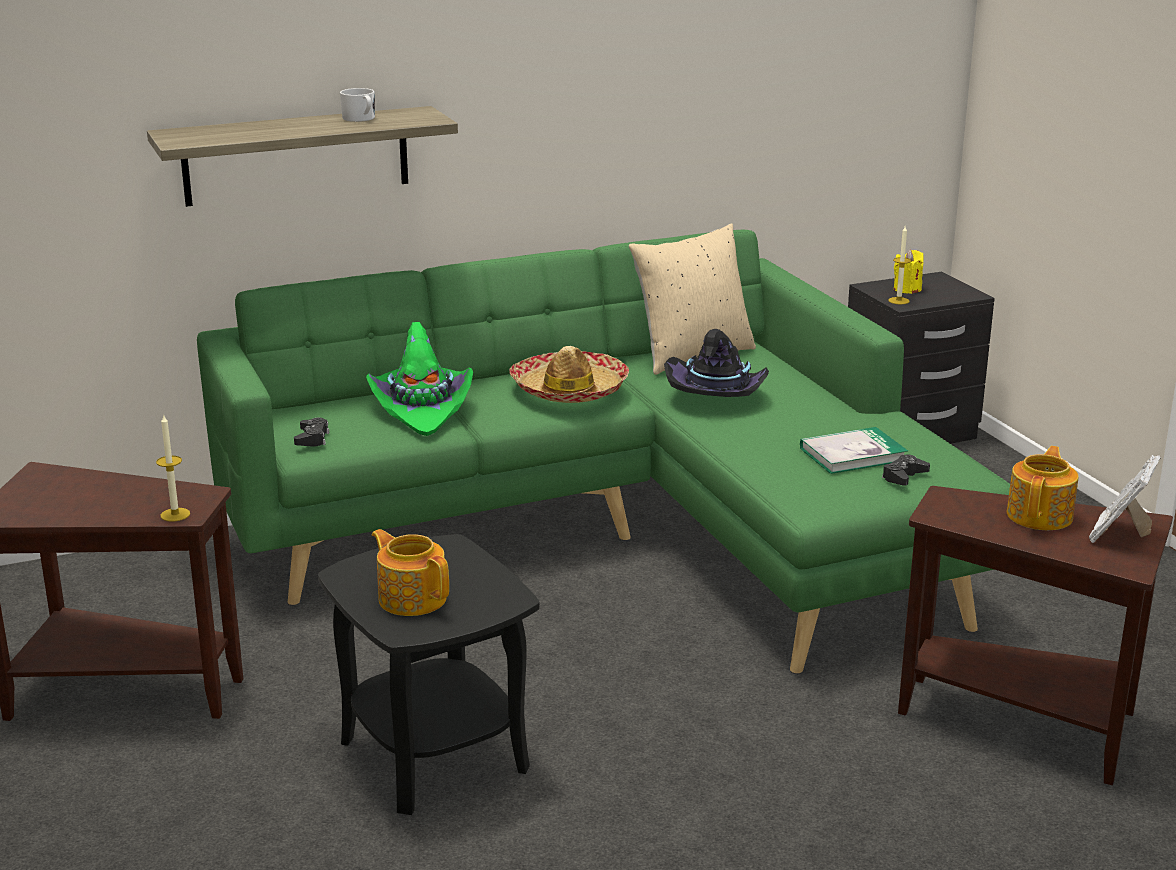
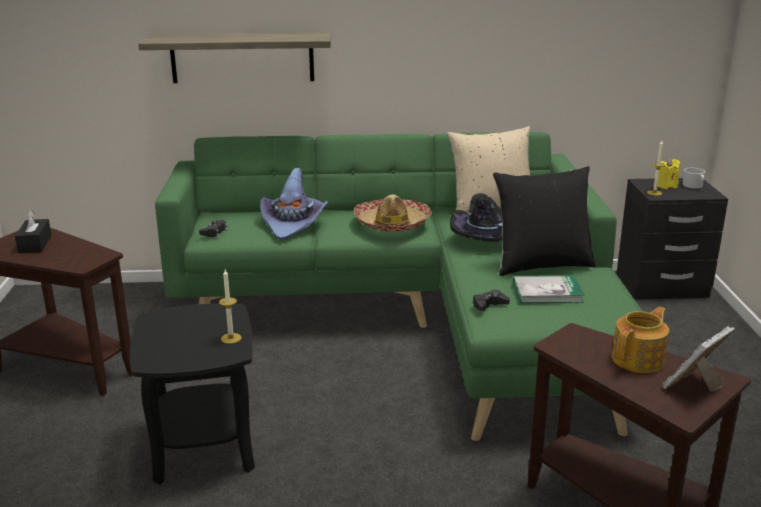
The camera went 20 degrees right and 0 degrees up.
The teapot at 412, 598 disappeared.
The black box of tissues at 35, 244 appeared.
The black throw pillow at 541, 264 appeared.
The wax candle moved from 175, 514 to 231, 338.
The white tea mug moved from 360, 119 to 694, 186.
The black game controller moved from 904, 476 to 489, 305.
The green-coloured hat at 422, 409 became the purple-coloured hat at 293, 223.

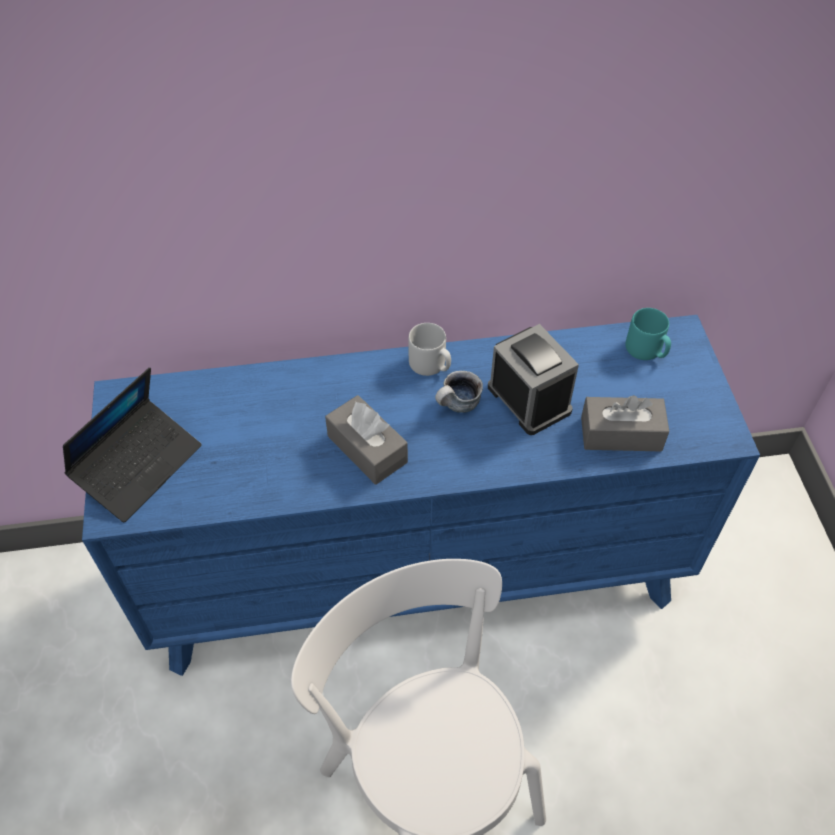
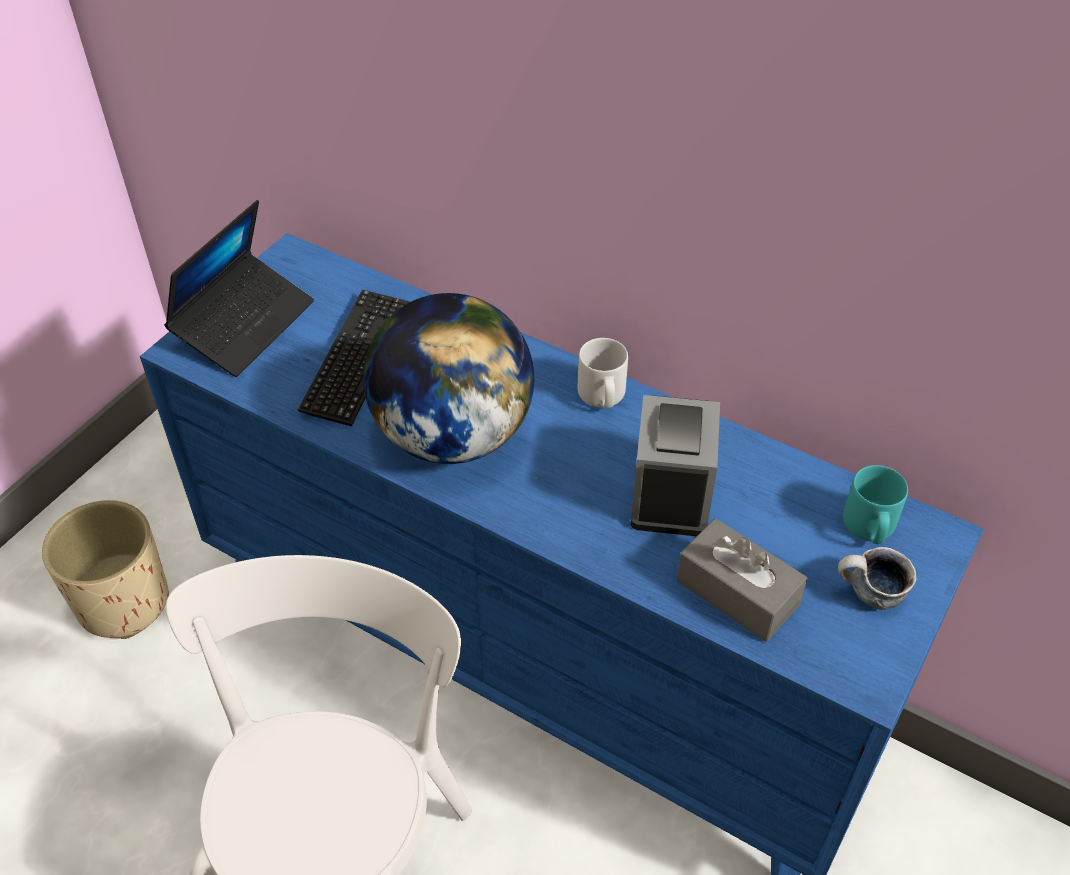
The camera went 40 degrees right and 5 degrees down.
The sand-coloured flower pot at 122, 603 appeared.
The computer keyboard at 357, 358 appeared.
The tea mug moved from 457, 407 to 868, 596.
The gray box of tissues at 367, 449 was replaced by the world globe at 453, 435.
The portable computer at 139, 466 turned 45 degrees counterclockwise.

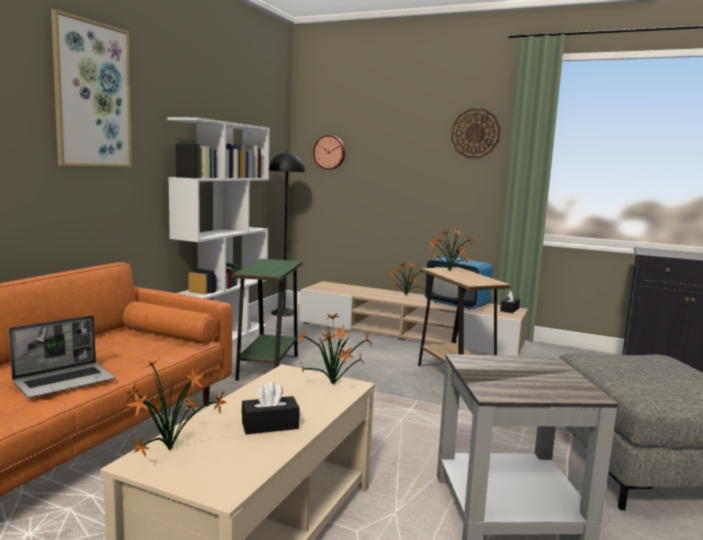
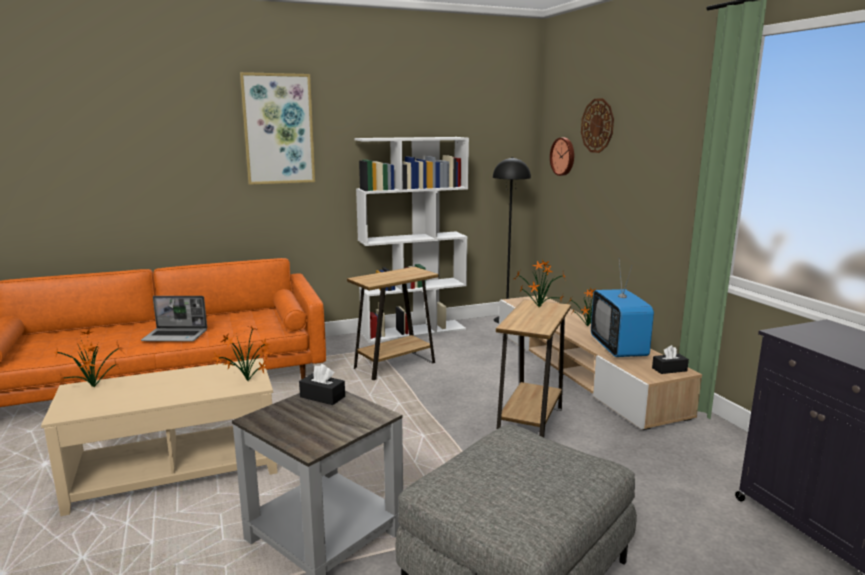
The camera went 45 degrees right and 5 degrees up.
The black box of tissues moved from 270, 425 to 322, 397.
The hanging clock moved from 475, 133 to 597, 125.
The green-coloured side table at 268, 368 became the brown side table at 395, 366.

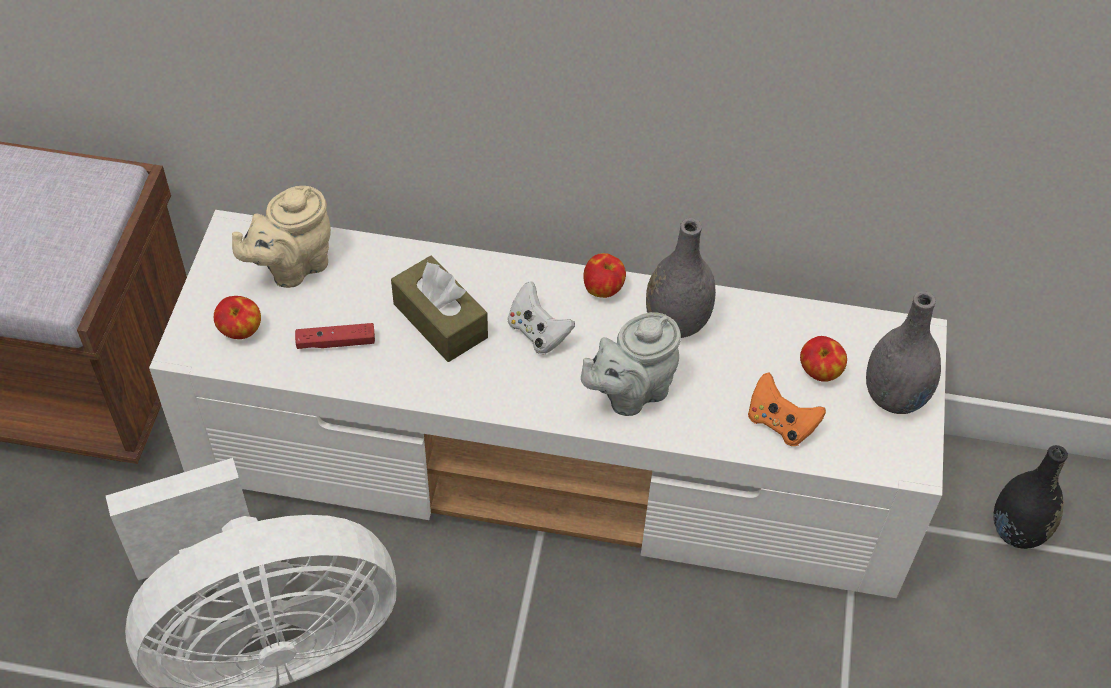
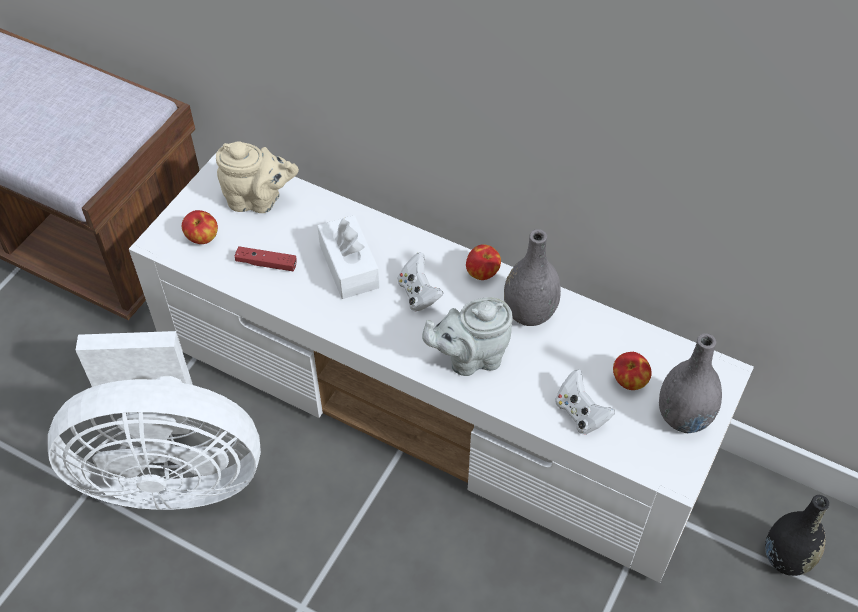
The camera went 20 degrees right and 0 degrees up.
The brown box of tissues at 440, 320 became the white box of tissues at 349, 266.
The orange game controller at 780, 423 became the white game controller at 580, 413.
The sand-coloured teapot at 292, 266 turned 150 degrees counterclockwise.

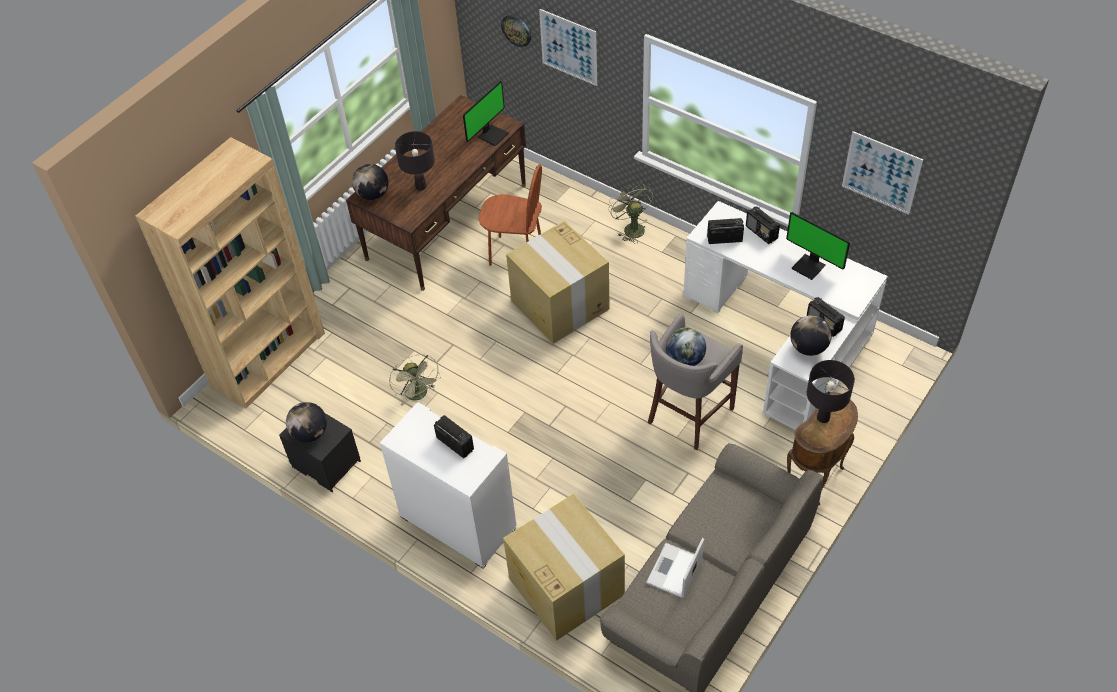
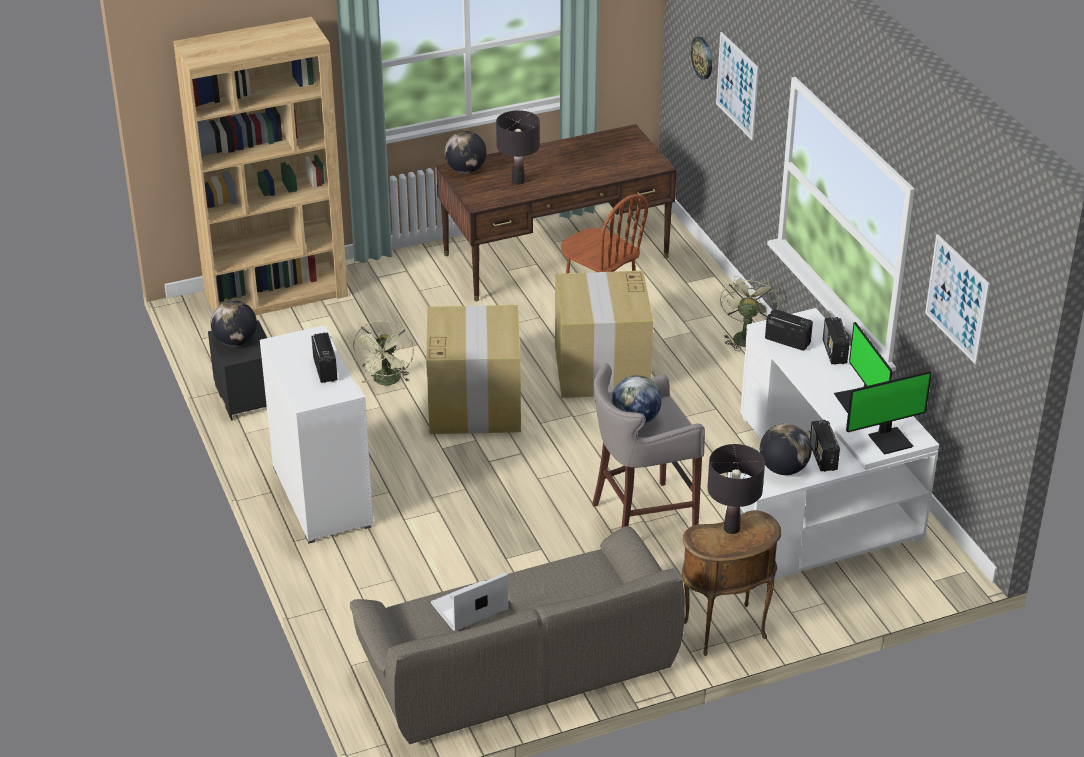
The camera went 30 degrees right and 15 degrees down.
The computer screen moved from 492, 135 to 889, 440.
The carton moved from 565, 585 to 474, 404.

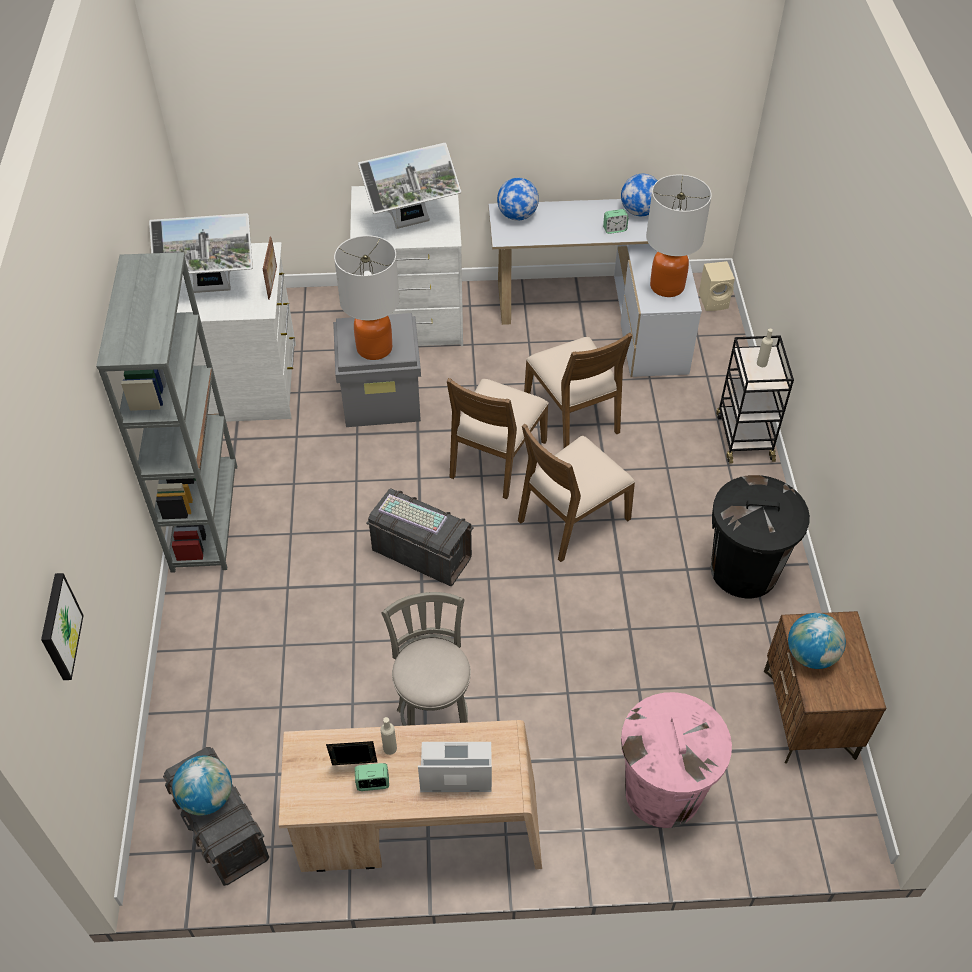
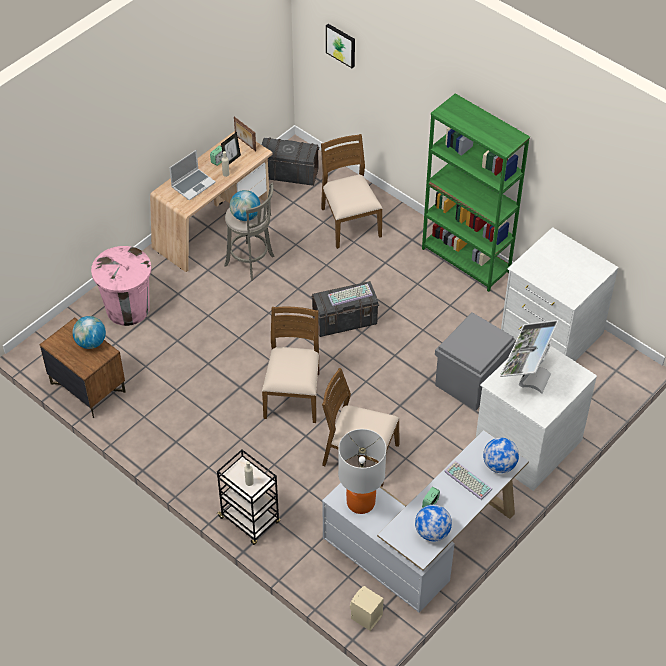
The camera went 135 degrees right and 0 degrees up.
The computer screen at 212, 290 disappeared.
The tabletop lamp at 374, 348 disappeared.
The black waste bin at 744, 571 disappeared.
The computer keyboard at 467, 480 appeared.
The world globe moved from 207, 797 to 245, 216.
The standing frame moved from 273, 283 to 245, 143.
The brown upright chair moved from 496, 458 to 349, 222.
The gray bookshelf at 205, 517 became the green-coloured bookshelf at 466, 260.

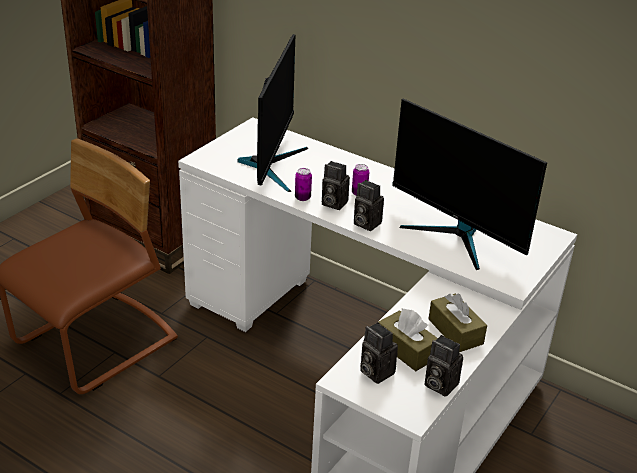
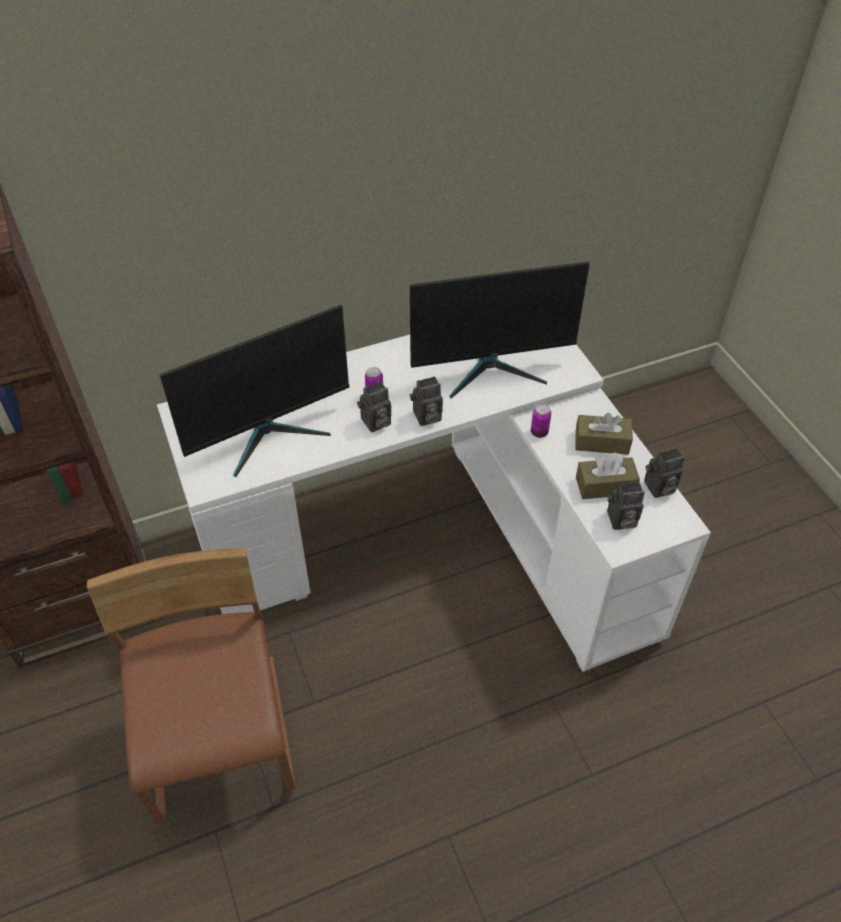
The camera went 55 degrees left and 15 degrees up.
The can moved from 302, 198 to 539, 432.
The computer screen at 272, 165 turned 105 degrees clockwise.

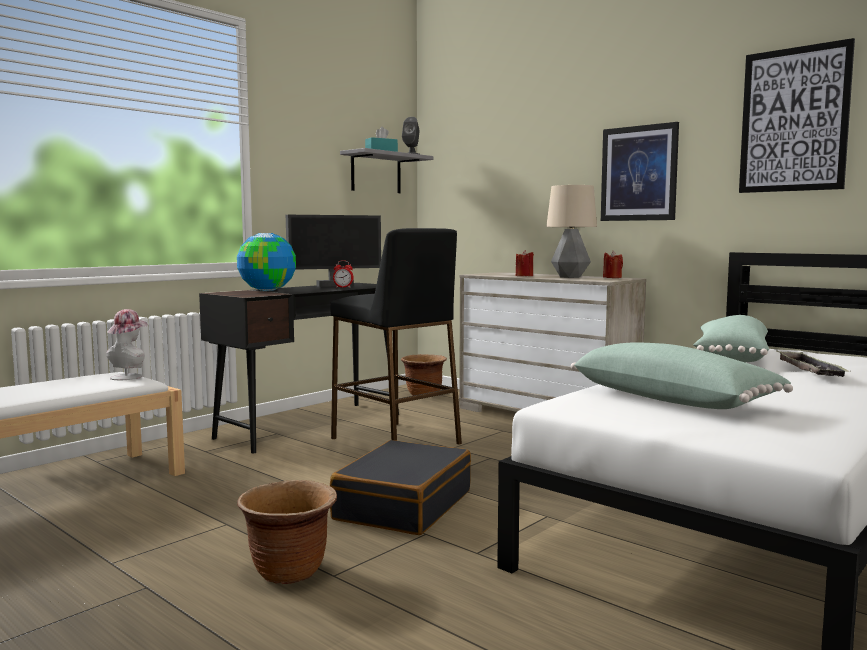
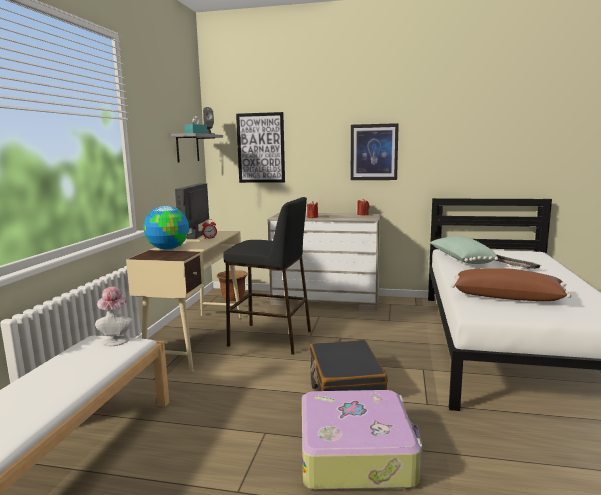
The camera went 30 degrees left and 5 degrees up.
The tabletop lamp at 570, 277 disappeared.
The wall art moved from 794, 120 to 261, 148.
The brown flower pot at 290, 571 was replaced by the travel case at 357, 452.
The black desk unit at 312, 425 became the sand-coloured desk unit at 198, 339.
The green-coloured throw pillow at 673, 400 became the brown throw pillow at 507, 297.
The computer screen at 334, 285 turned 150 degrees clockwise.

